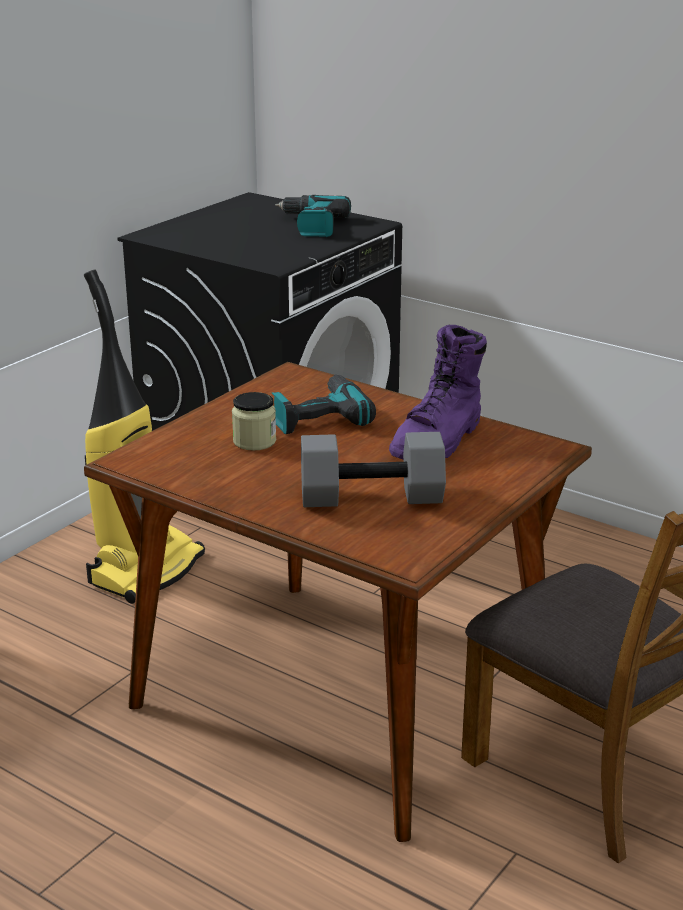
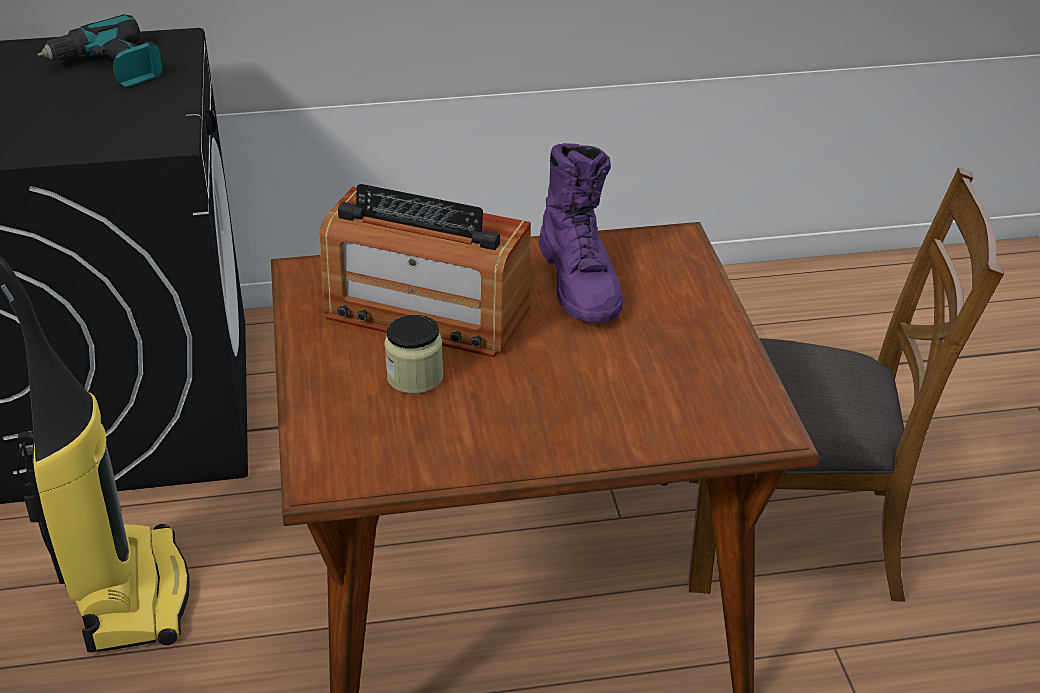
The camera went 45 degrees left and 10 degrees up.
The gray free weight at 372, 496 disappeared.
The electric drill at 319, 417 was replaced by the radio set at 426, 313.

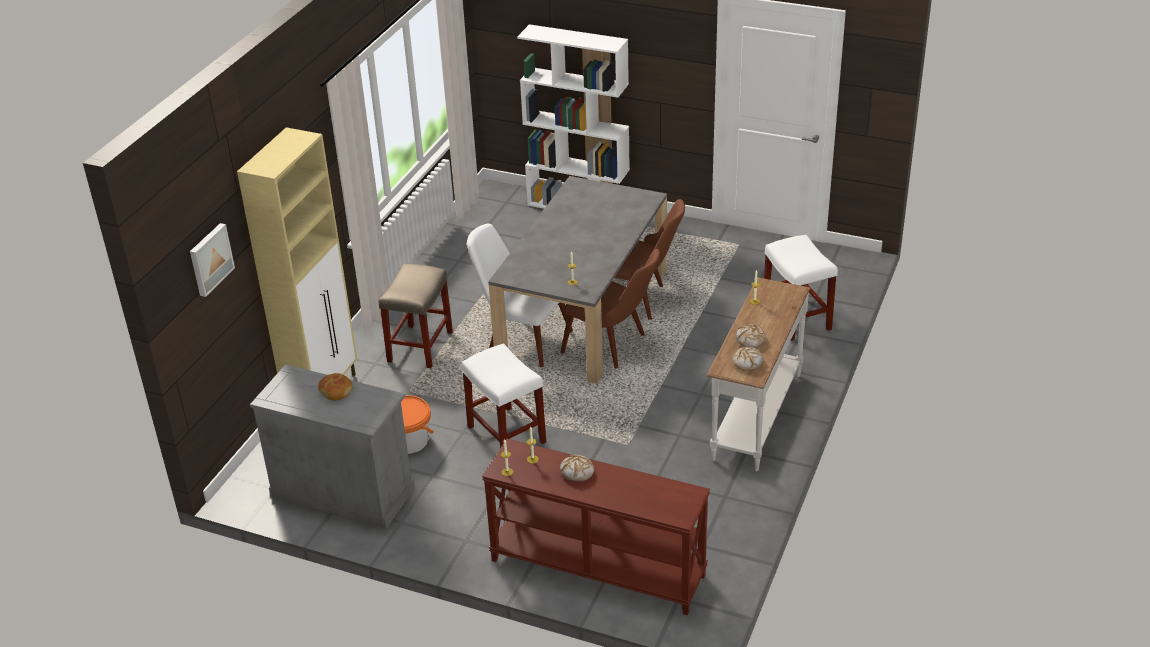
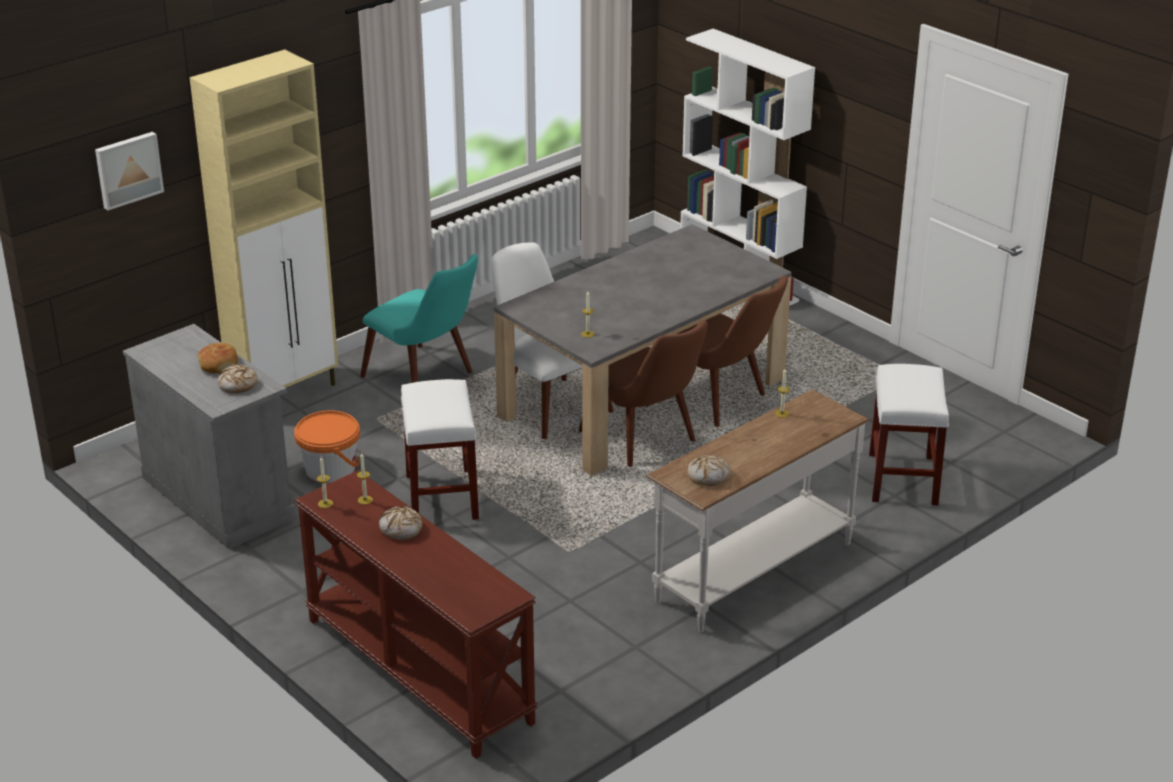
The camera went 25 degrees right and 5 degrees down.
The baked bread moved from 750, 340 to 238, 385.
The sand-coloured stool seat at 420, 347 was replaced by the turquoise upright chair at 427, 378.

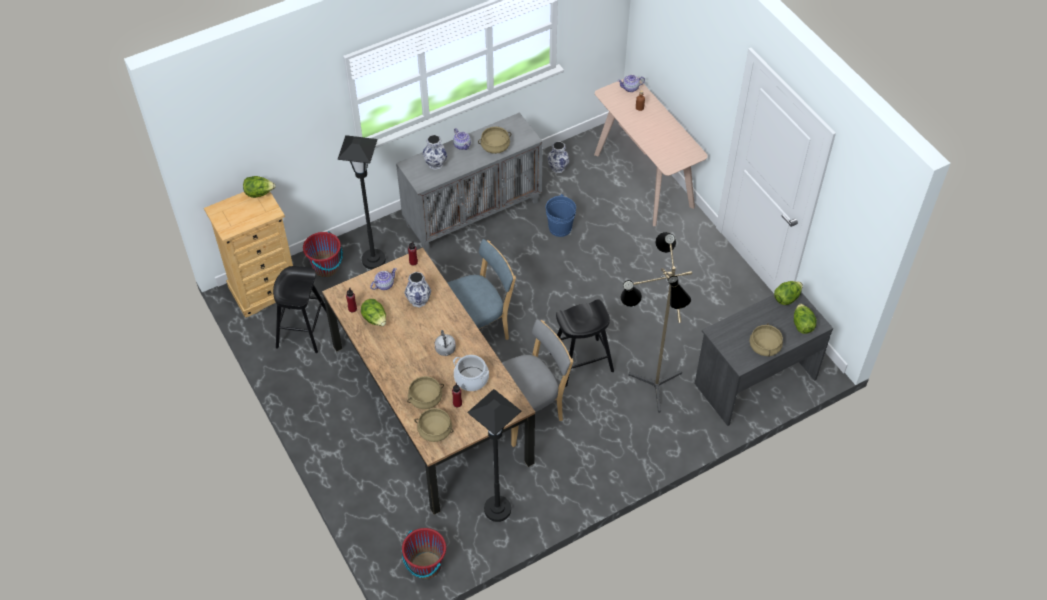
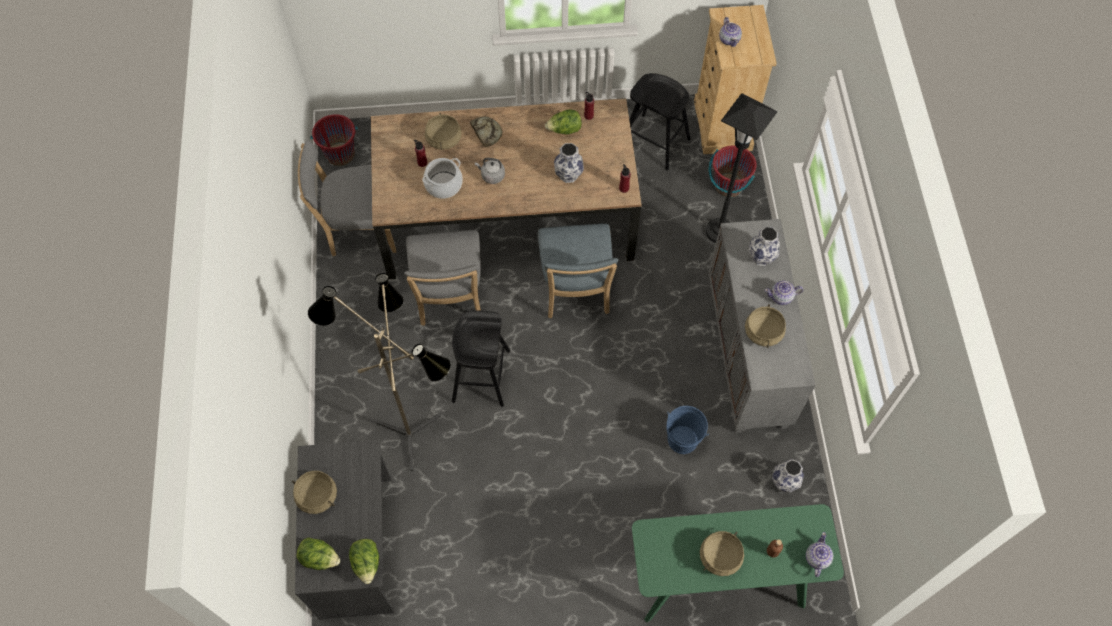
The camera went 115 degrees right and 10 degrees up.
The lettuce head at 259, 193 disappeared.
The baked bread at 486, 132 appeared.
The teapot moved from 384, 285 to 729, 39.
The sand-coloured cooking pot moved from 434, 431 to 720, 556.
The black standard lamp at 497, 509 was replaced by the gray upright chair at 359, 229.
The sand-coloured console table at 644, 180 became the green-coloured console table at 719, 580.

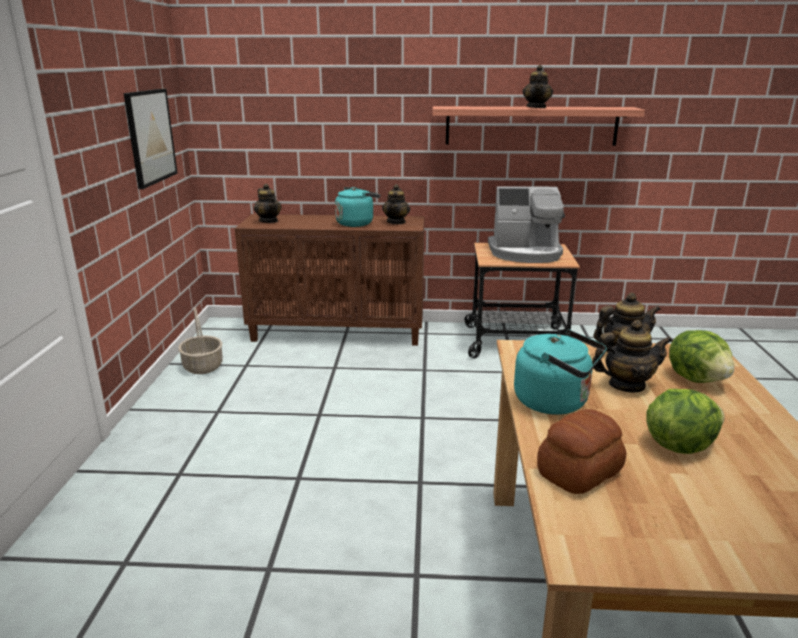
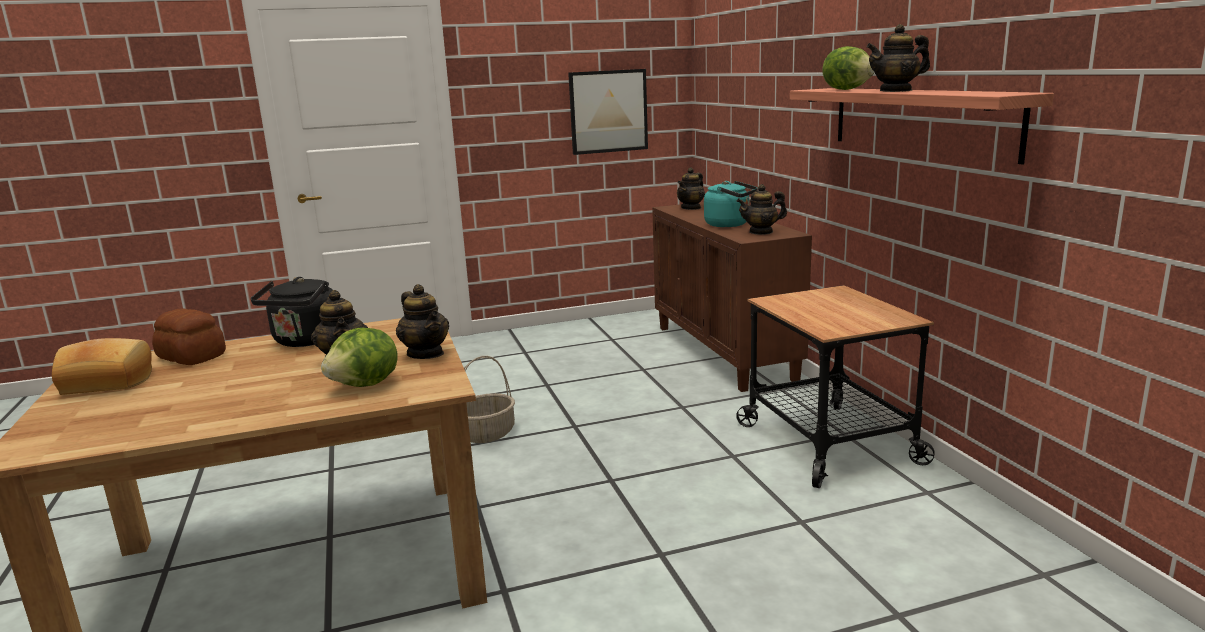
The camera went 70 degrees right and 5 degrees down.
The coffee maker at 525, 253 disappeared.
The baked bread at 109, 382 appeared.
The storage basket moved from 203, 367 to 486, 434.
The lettuce head moved from 679, 445 to 848, 89.
The turquoise tea kettle at 555, 402 became the black tea kettle at 306, 341.

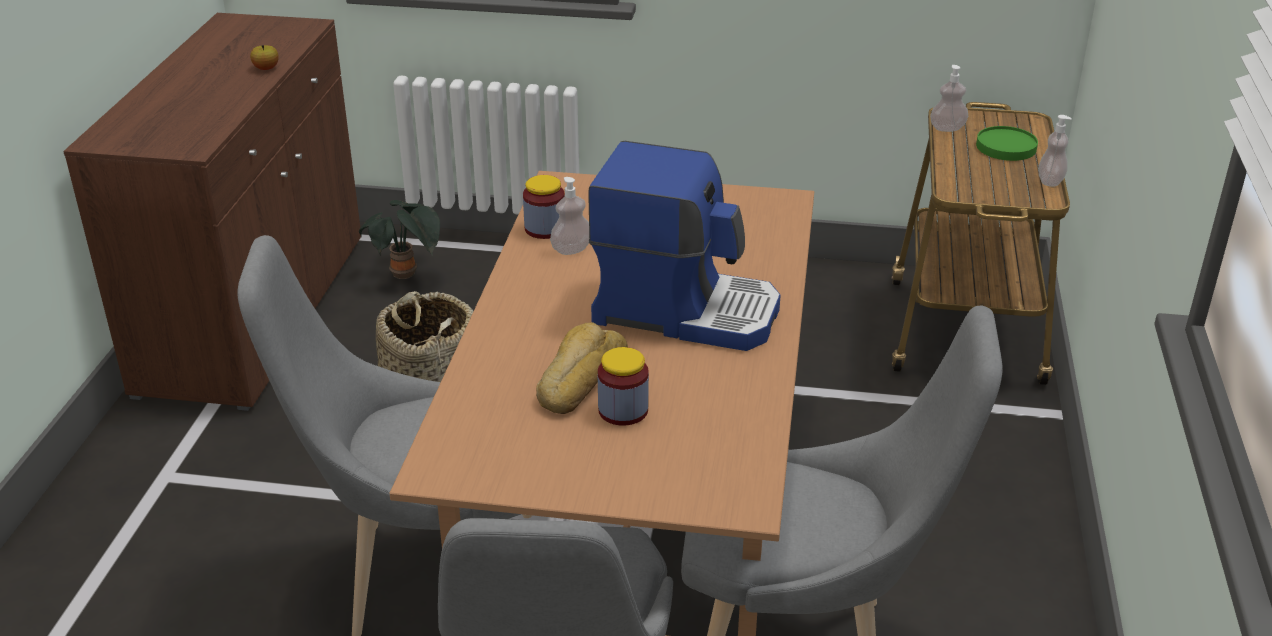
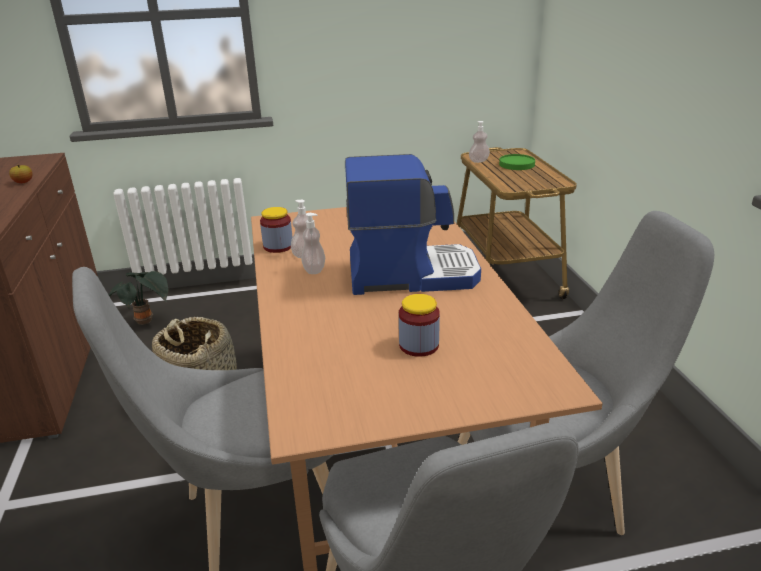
The camera went 20 degrees left and 5 degrees down.
The baked bread at 578, 378 disappeared.
The soap dispenser moved from 1050, 181 to 314, 270.

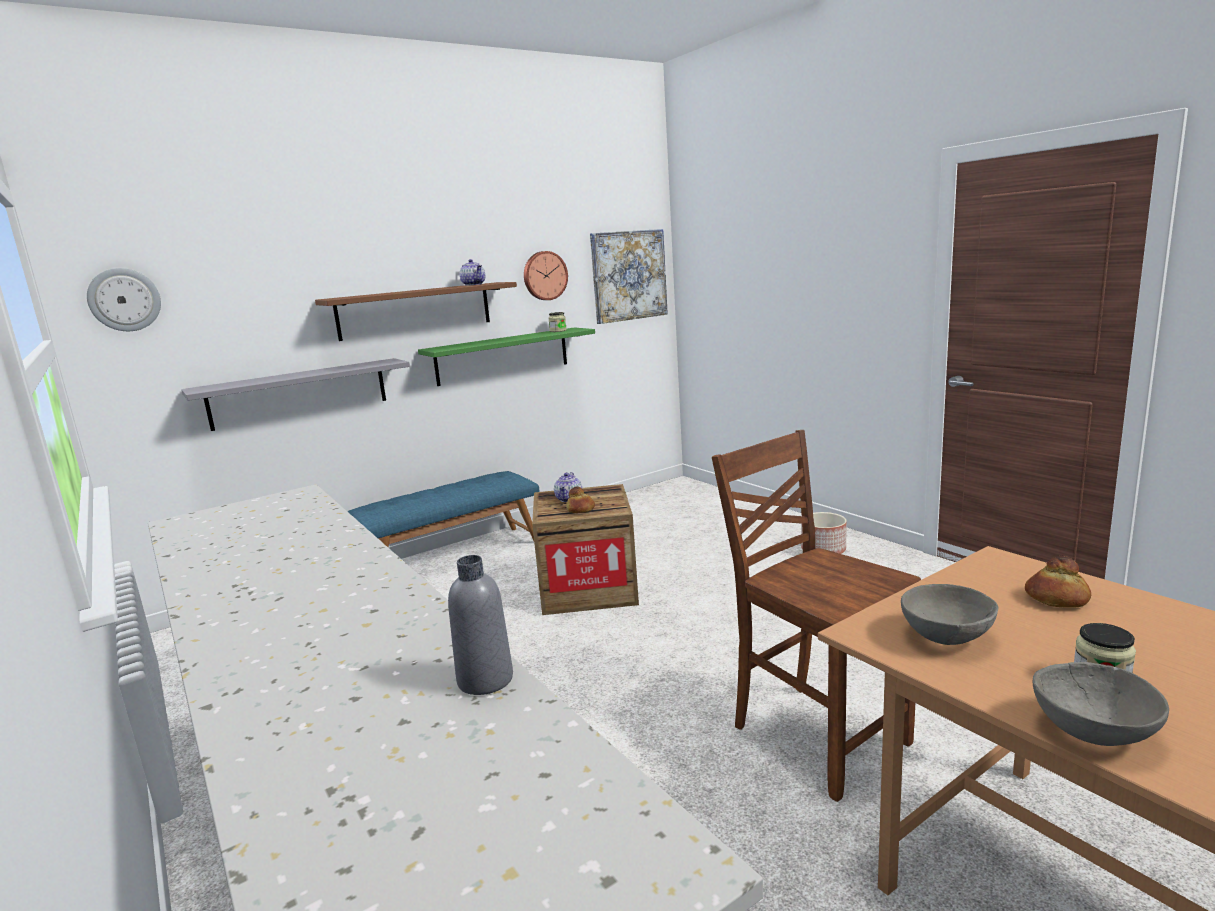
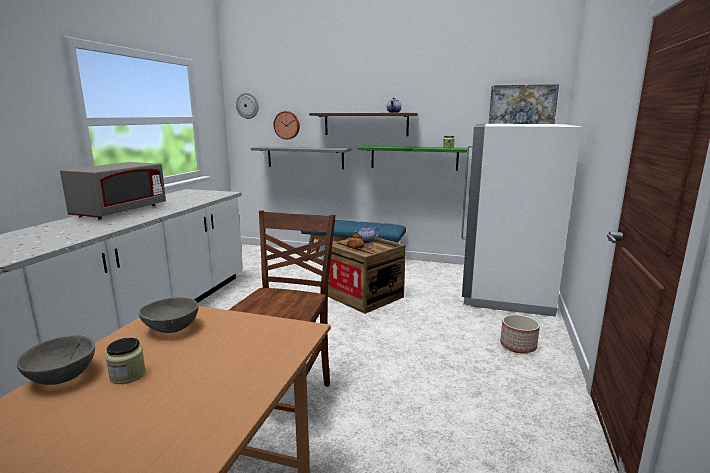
The camera went 50 degrees right and 0 degrees up.
The gray drink bottle at 485, 680 disappeared.
The baked bread at 1056, 599 disappeared.
The gray microwave oven at 120, 211 appeared.
The white kitchen fridge at 505, 292 appeared.
The hanging clock moved from 544, 275 to 287, 125.

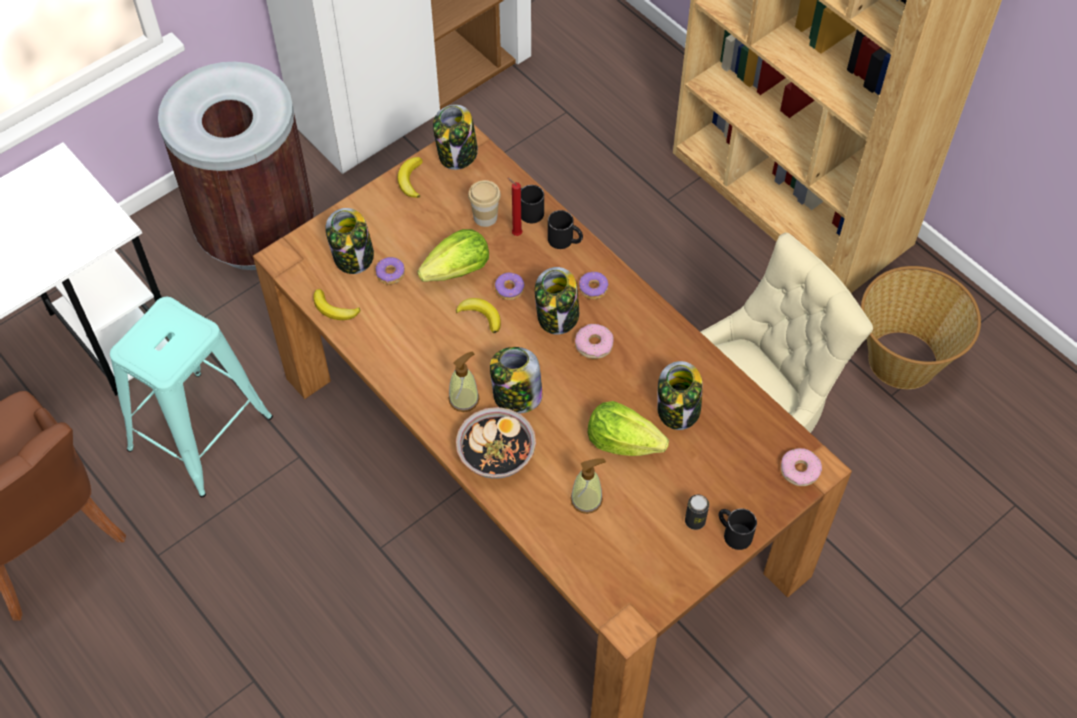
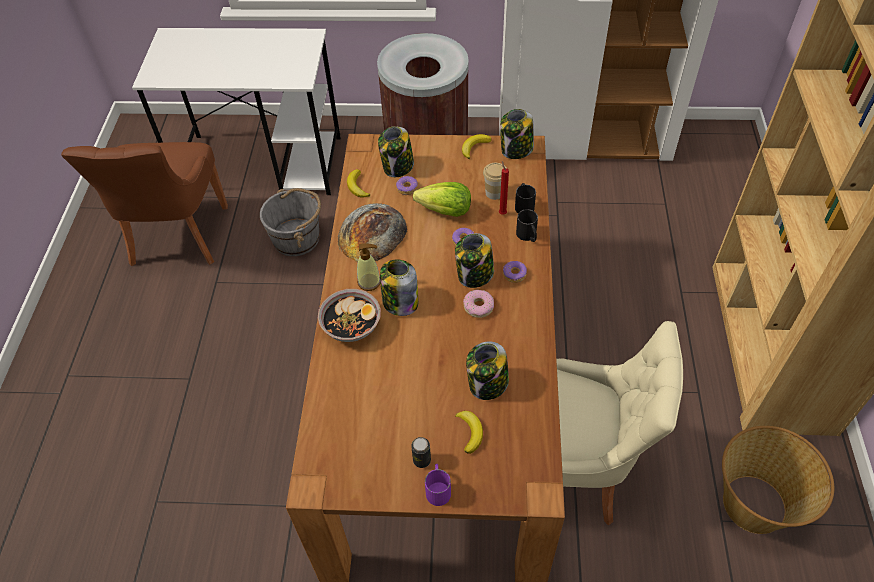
The camera went 45 degrees right and 5 degrees down.
The soap dispenser at 586, 499 disappeared.
The lettuce head at 622, 441 disappeared.
The doughnut at 799, 470 disappeared.
The baked bread at 372, 233 appeared.
The banana fruit moved from 481, 316 to 470, 432.
The turquoise stool seat at 200, 433 was replaced by the gray bucket at 297, 238.
The black tea mug at 733, 532 became the purple-coloured tea mug at 438, 488.

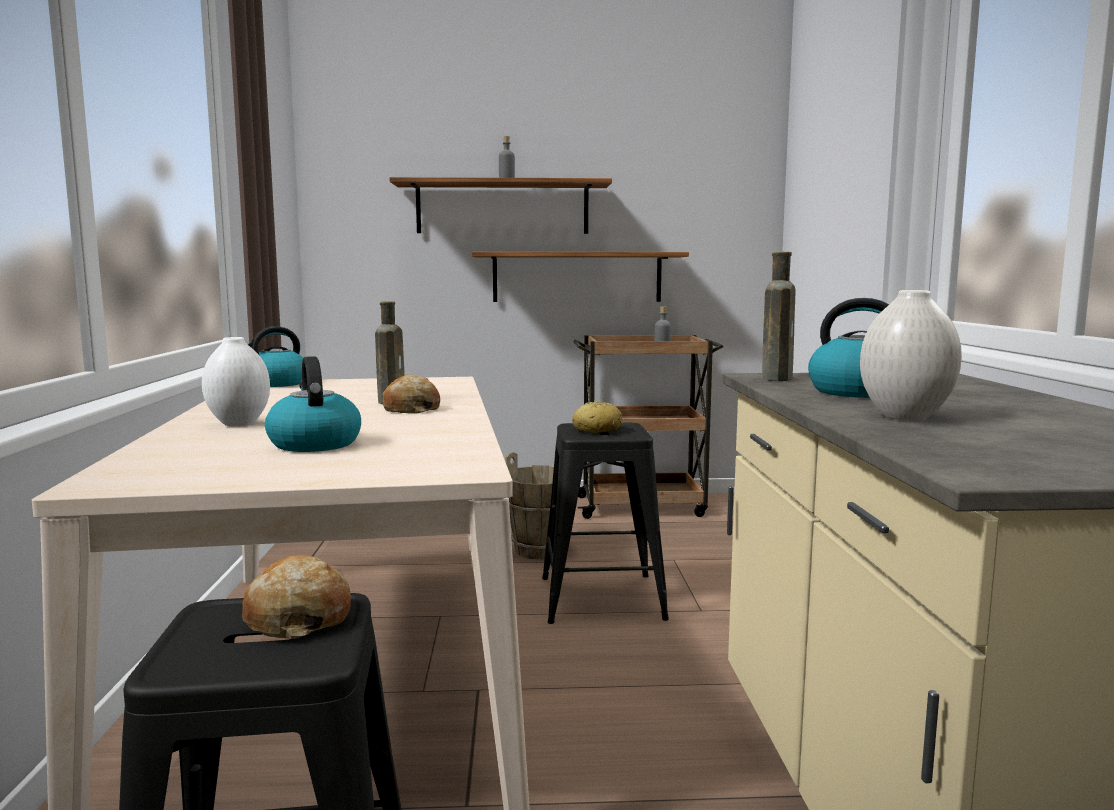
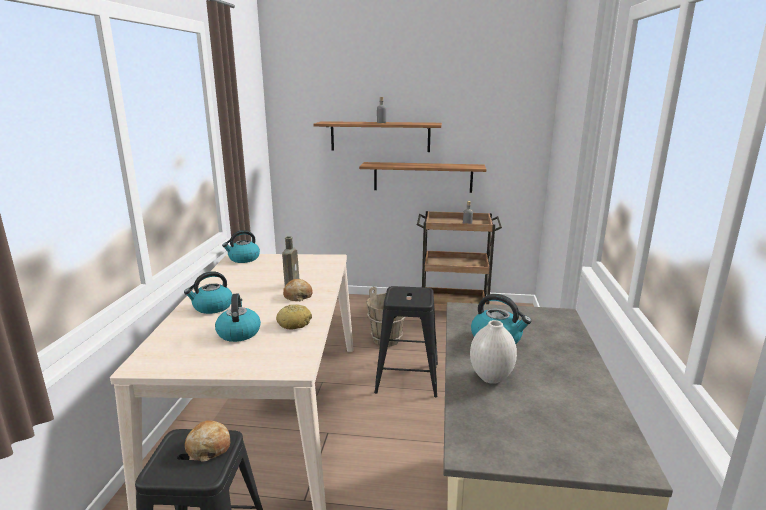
The camera went 10 degrees right and 10 degrees up.
The brown drink bottle at 777, 378 disappeared.
The baked bread moved from 597, 429 to 294, 323.
The white flower vase at 240, 423 was replaced by the tea kettle at 212, 307.

